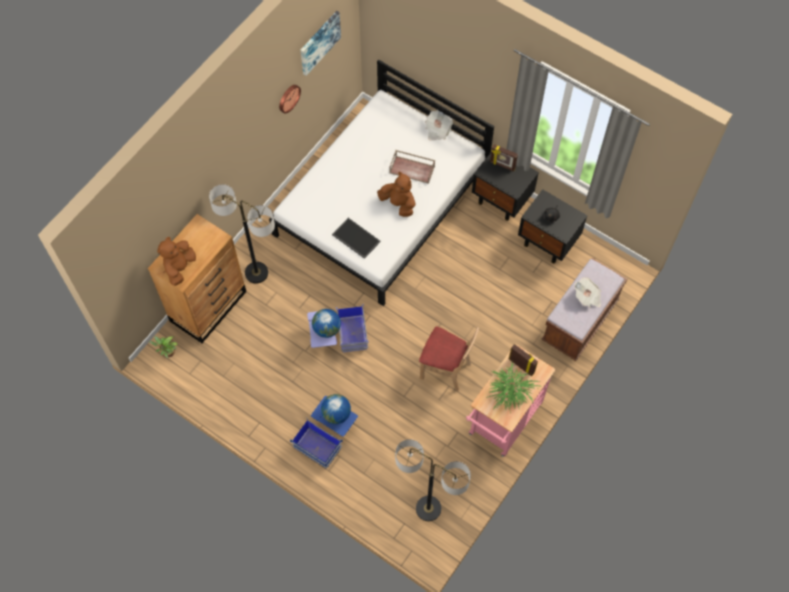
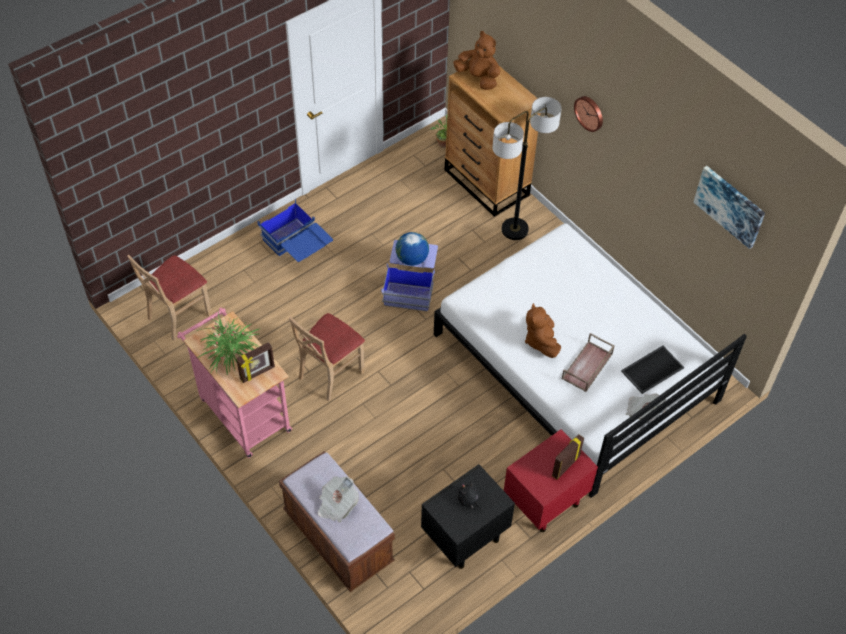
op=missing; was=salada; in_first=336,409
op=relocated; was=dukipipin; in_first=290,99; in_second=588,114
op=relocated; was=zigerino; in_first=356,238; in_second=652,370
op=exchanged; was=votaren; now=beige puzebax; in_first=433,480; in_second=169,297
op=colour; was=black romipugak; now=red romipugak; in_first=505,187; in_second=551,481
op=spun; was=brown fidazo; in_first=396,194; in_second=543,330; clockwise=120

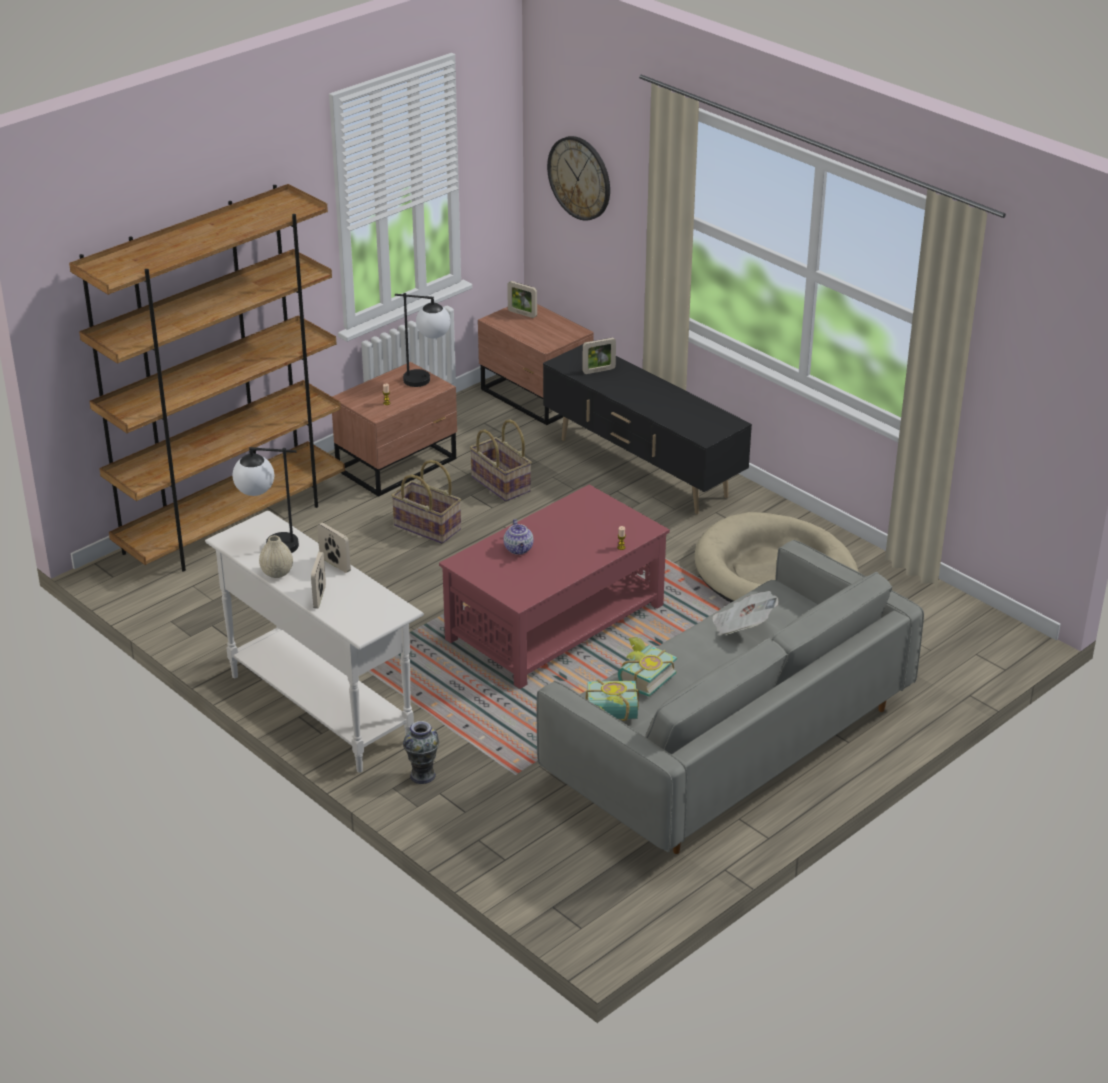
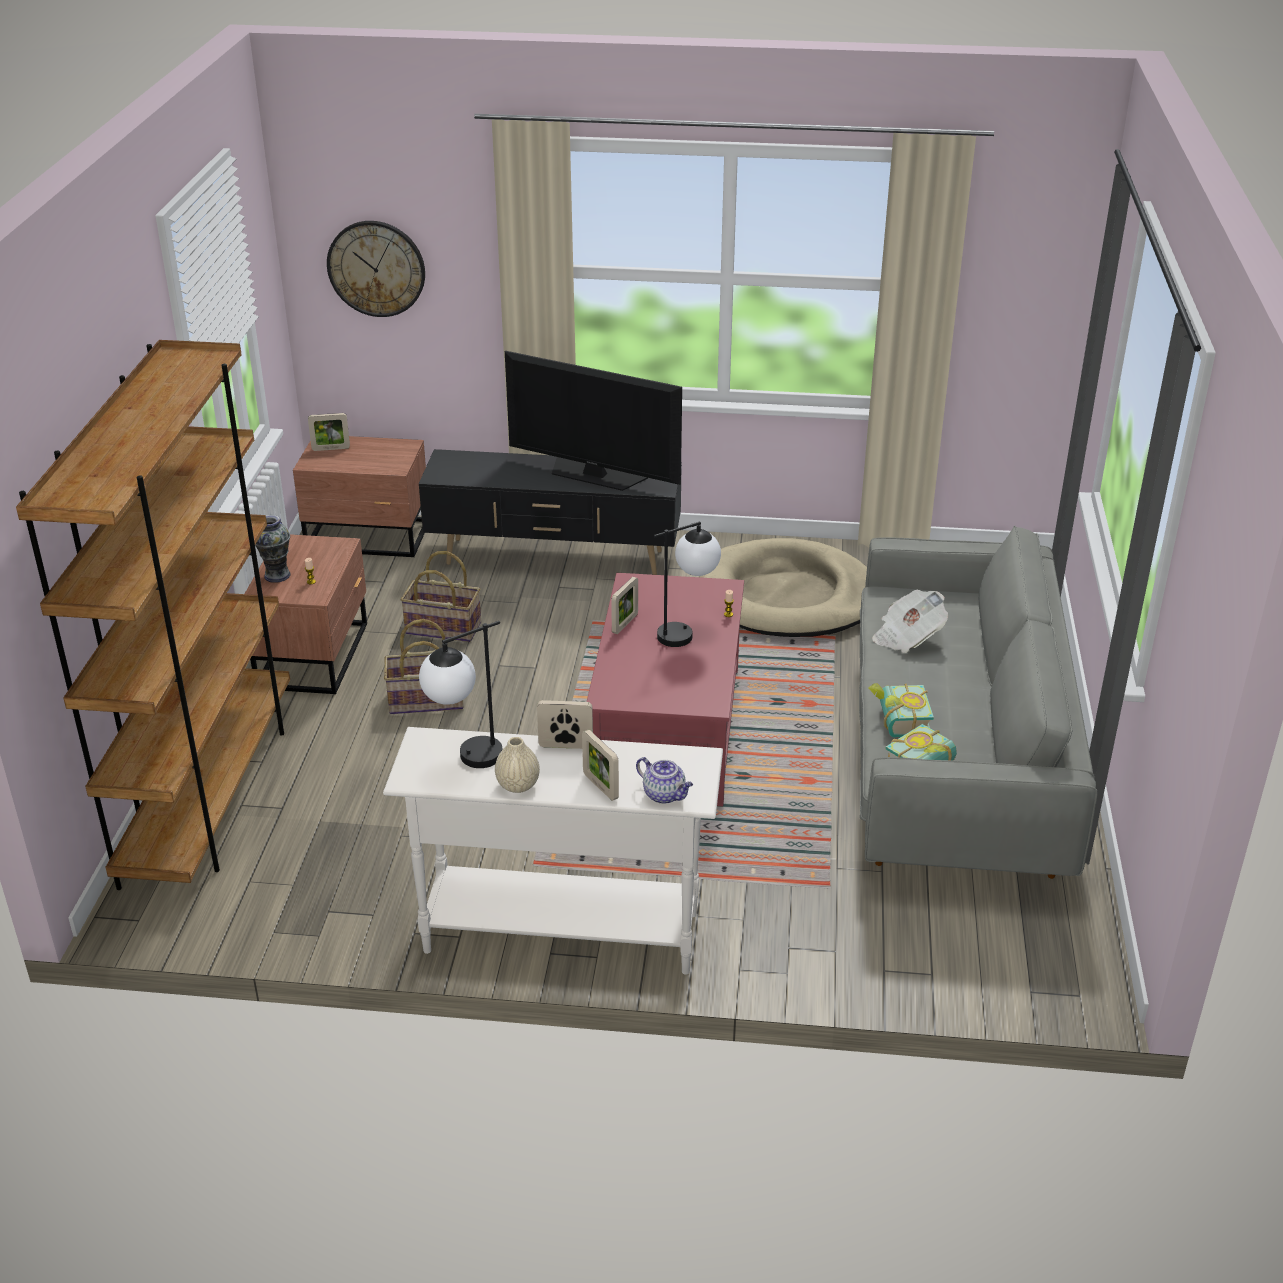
op=appeared; now=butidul; in_second=593,421
op=relocated; was=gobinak; in_first=423,340; in_second=687,584
op=relocated; was=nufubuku; in_first=421,752; in_second=273,549
op=relocated; was=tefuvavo; in_first=519,537; in_second=664,780
op=relocated; was=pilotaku; in_first=599,356; in_second=624,605

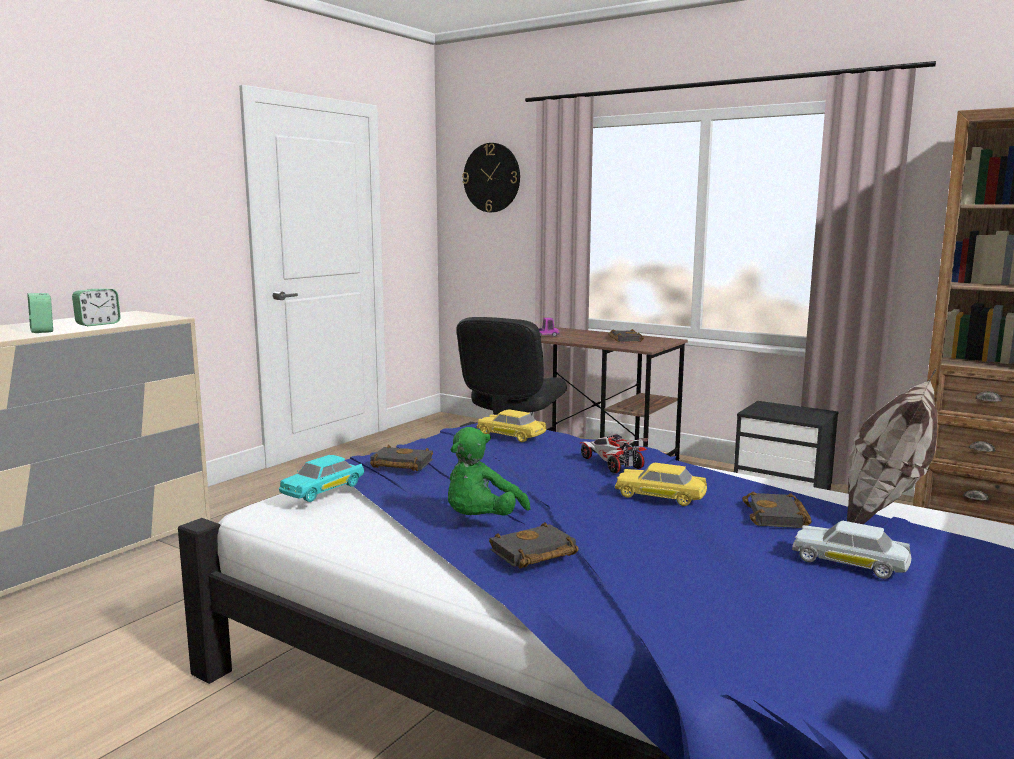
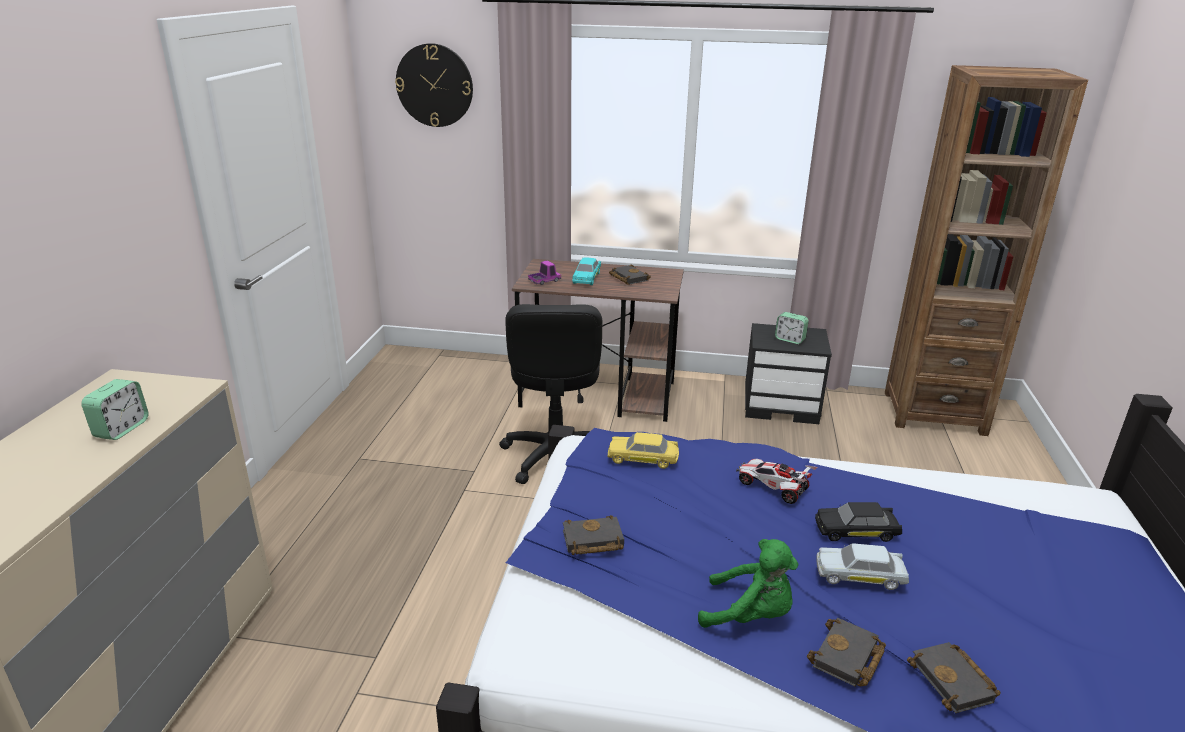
op=missing; was=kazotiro; in_first=892,446
op=relocated; was=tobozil; in_first=40,313; in_second=792,328
op=relocated; was=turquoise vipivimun; in_first=321,478; in_second=586,271
op=relocated; was=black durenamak; in_first=777,510; in_second=954,677
op=relocated; was=white vipivimun; in_first=851,550; in_second=862,566
op=colour; was=yellow vipivimun; now=black vipivimun; in_first=661,484; in_second=858,522
op=spun; was=green fidazo; in_first=489,471; in_second=748,583; clockwise=-75

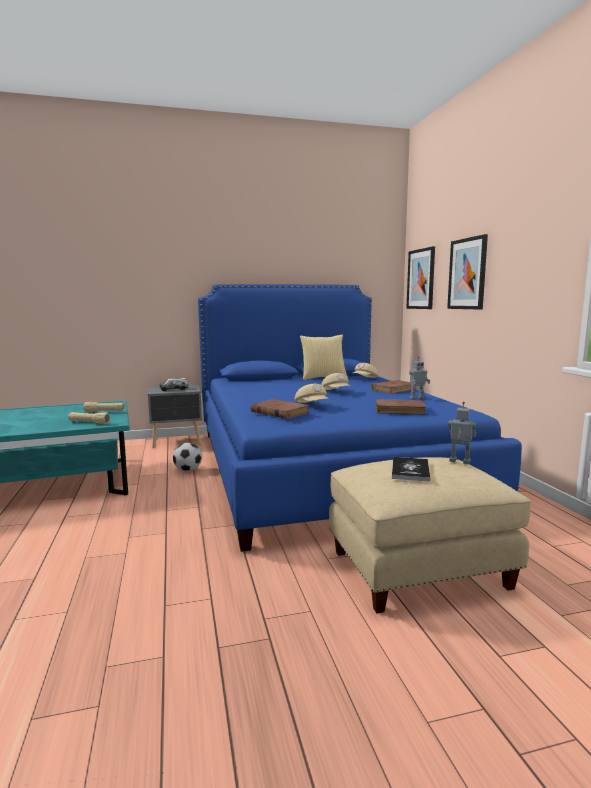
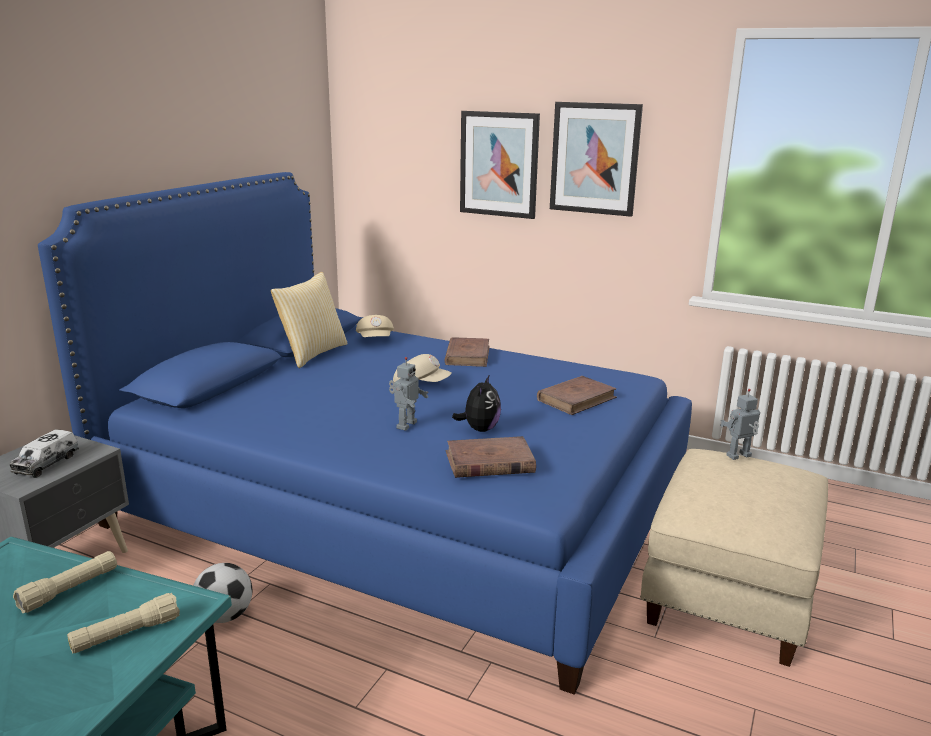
op=missing; was=durenamak; in_first=411,469
op=relocated; was=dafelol; in_first=420,277; in_second=596,159
op=relocated; was=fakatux; in_first=419,378; in_second=408,394
op=exchanged; was=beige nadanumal; now=fidazo; in_first=311,393; in_second=476,403

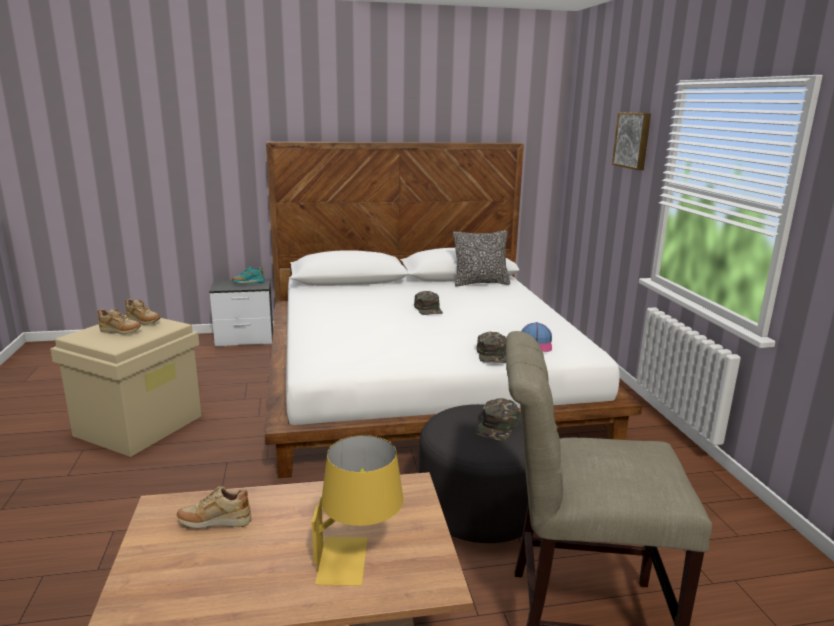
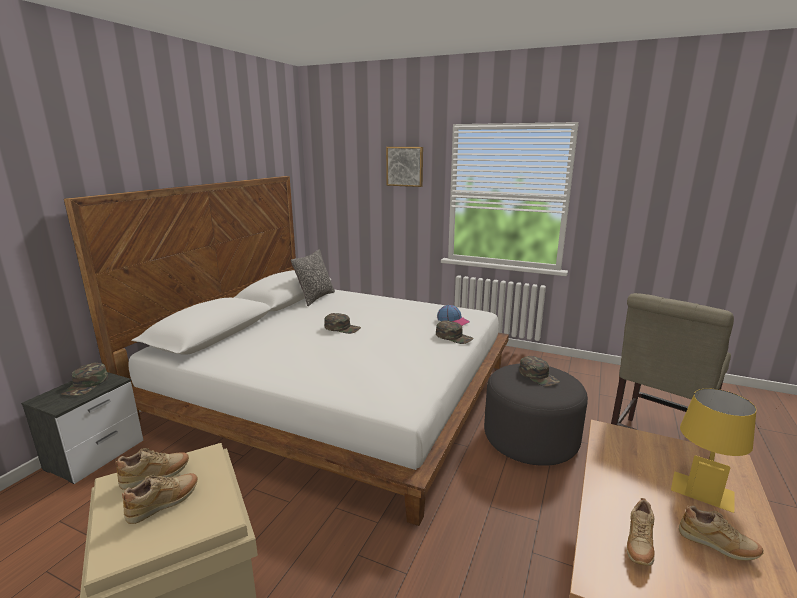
op=appeared; now=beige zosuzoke; in_second=721,533
op=exchanged; was=turquoise zosuzoke; now=green nadanumal; in_first=248,275; in_second=84,379

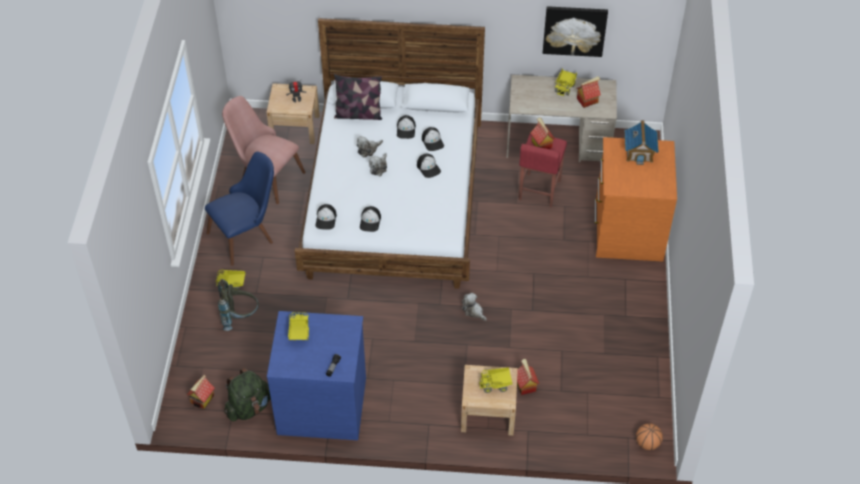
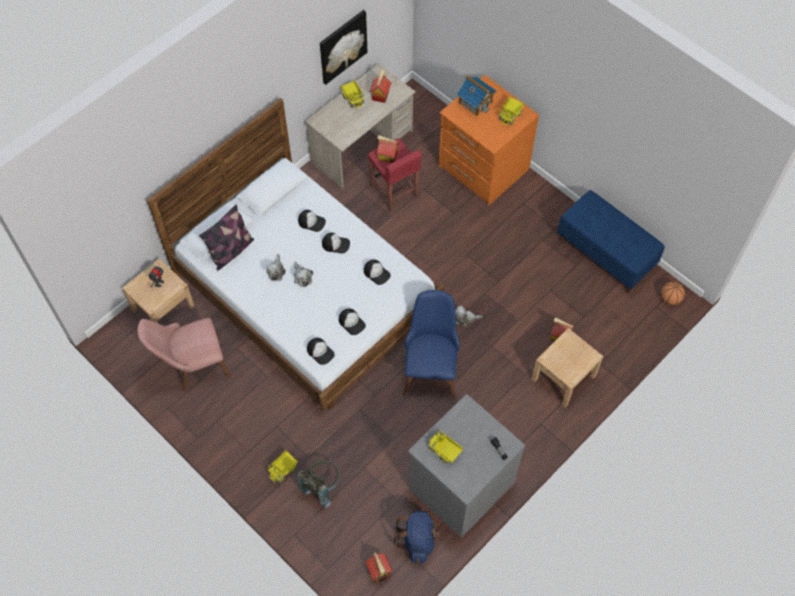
op=appeared; now=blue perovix; in_second=611,241
op=relocated; was=blue puzebax; in_first=239,209; in_second=431,344
op=relocated; was=nadanumal; in_first=406,127; in_second=377,272
op=relocated; was=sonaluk; in_first=495,380; in_second=512,110
op=colour; was=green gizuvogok; now=blue gizuvogok; in_first=248,394; in_second=417,537
op=colour; was=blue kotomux; now=grey kotomux; in_first=316,375; in_second=466,466

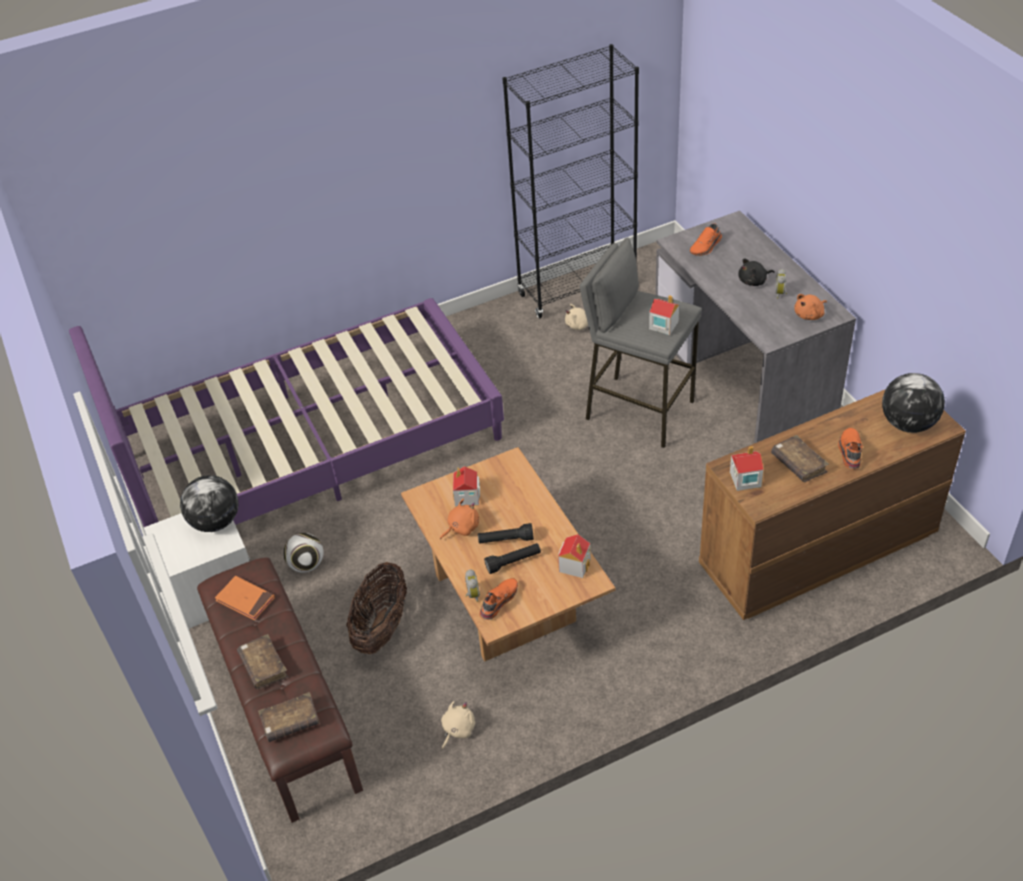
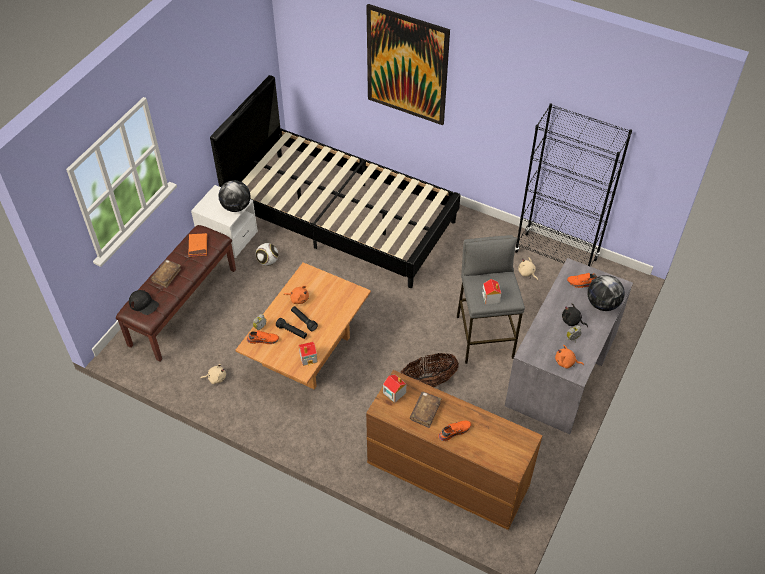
op=missing; was=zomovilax; in_first=466,486
op=appeared; now=dafelol; in_second=408,64
op=relocated; was=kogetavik; in_first=376,608; in_second=429,370
op=relocated; was=salada; in_first=913,403; in_second=606,293
op=exchanged; was=brown durenamak; now=black nadanumal; in_first=289,717; in_second=144,302
op=colour; was=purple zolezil; now=black zolezil; in_first=286,412; in_second=335,181

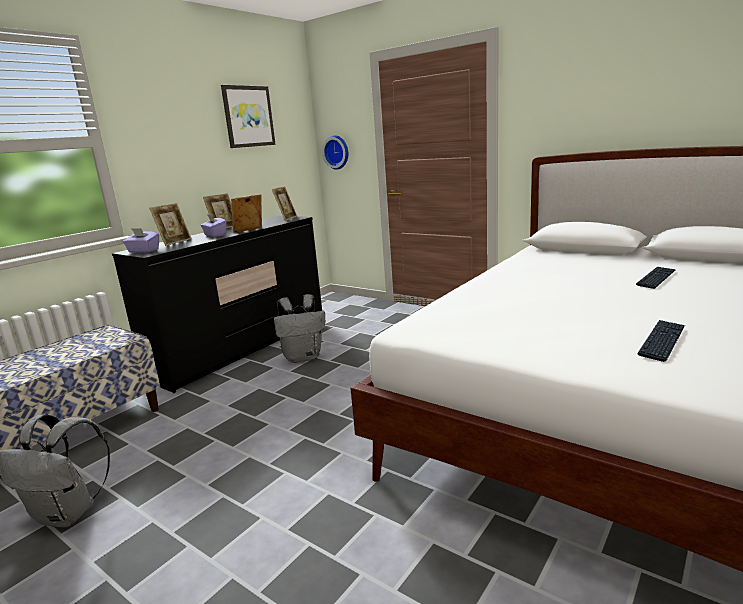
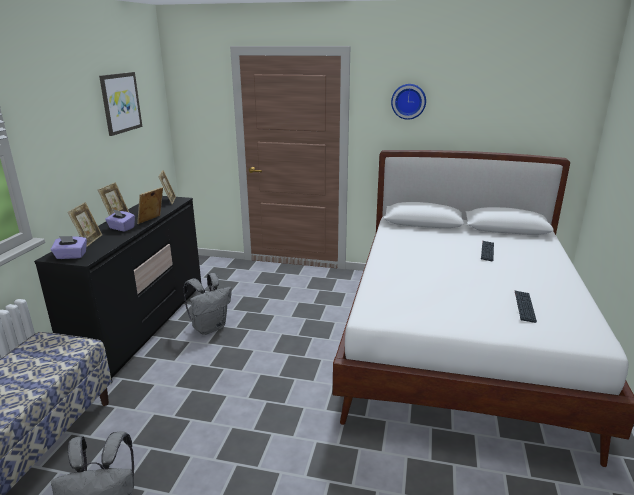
op=relocated; was=dukipipin; in_first=335,152; in_second=408,102

